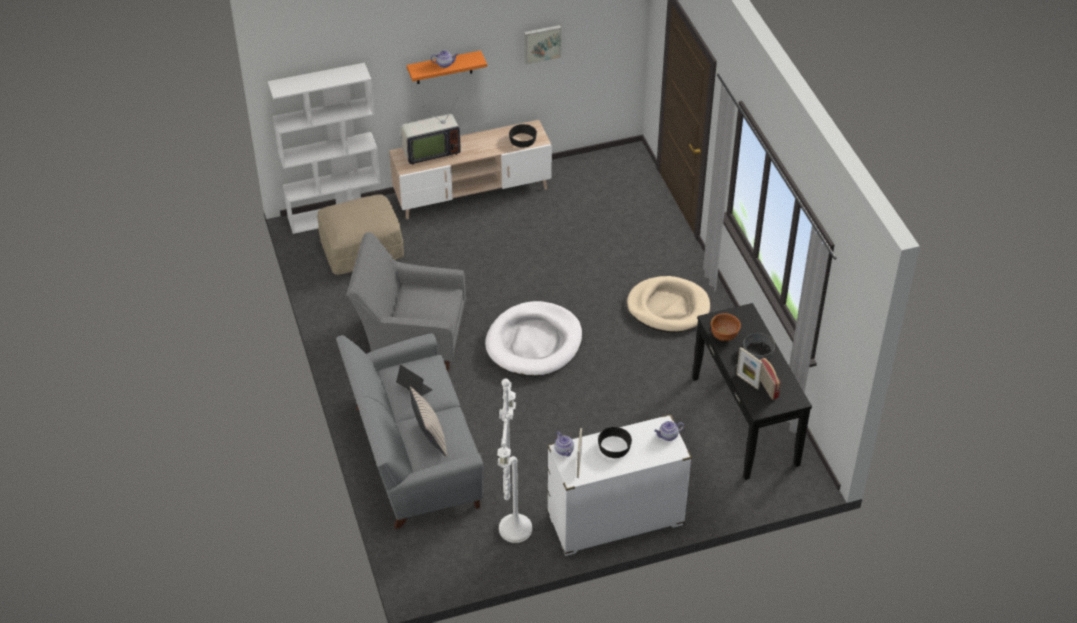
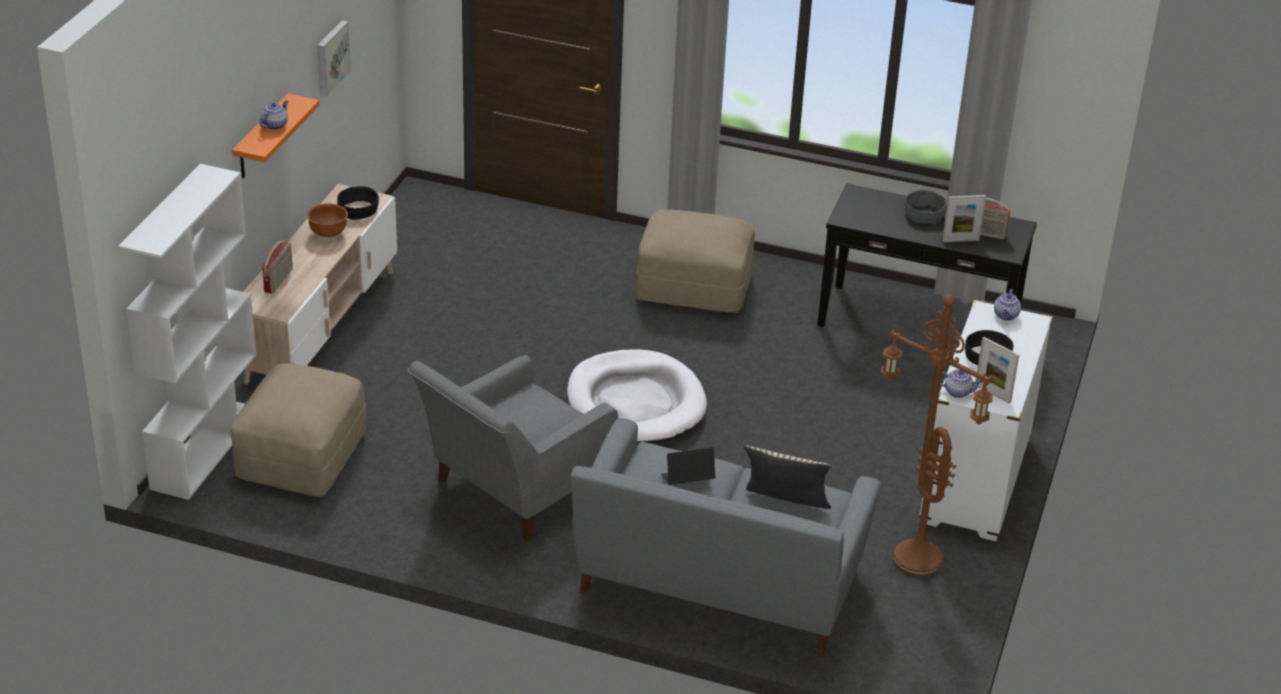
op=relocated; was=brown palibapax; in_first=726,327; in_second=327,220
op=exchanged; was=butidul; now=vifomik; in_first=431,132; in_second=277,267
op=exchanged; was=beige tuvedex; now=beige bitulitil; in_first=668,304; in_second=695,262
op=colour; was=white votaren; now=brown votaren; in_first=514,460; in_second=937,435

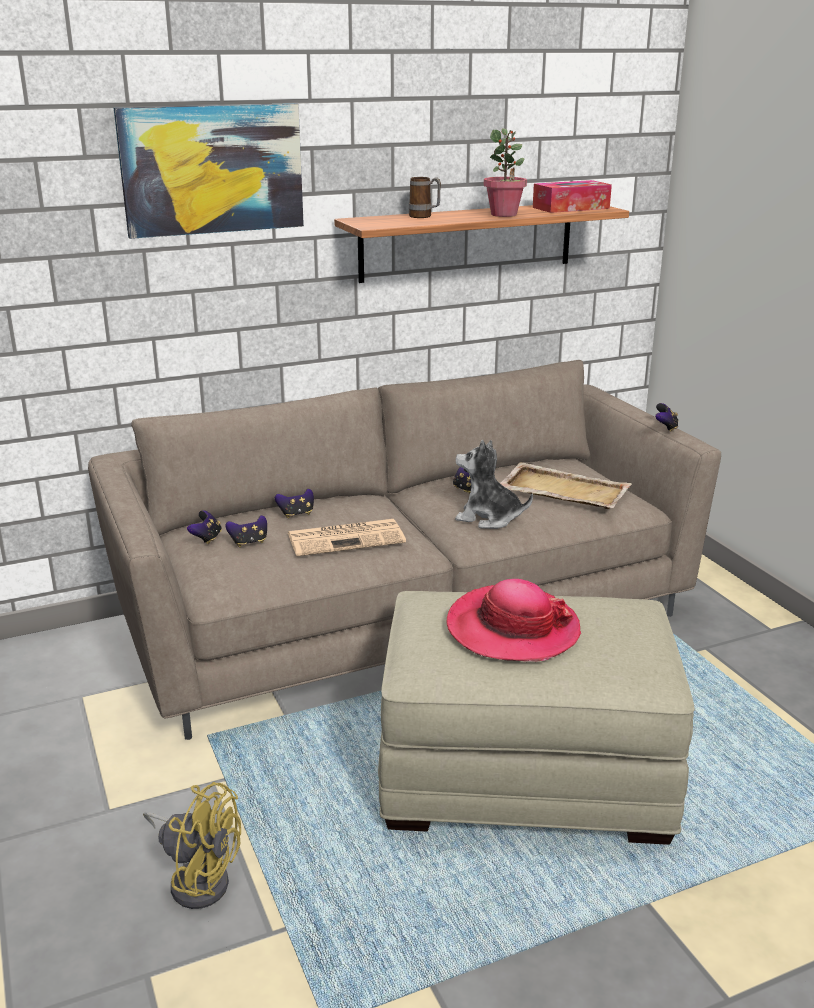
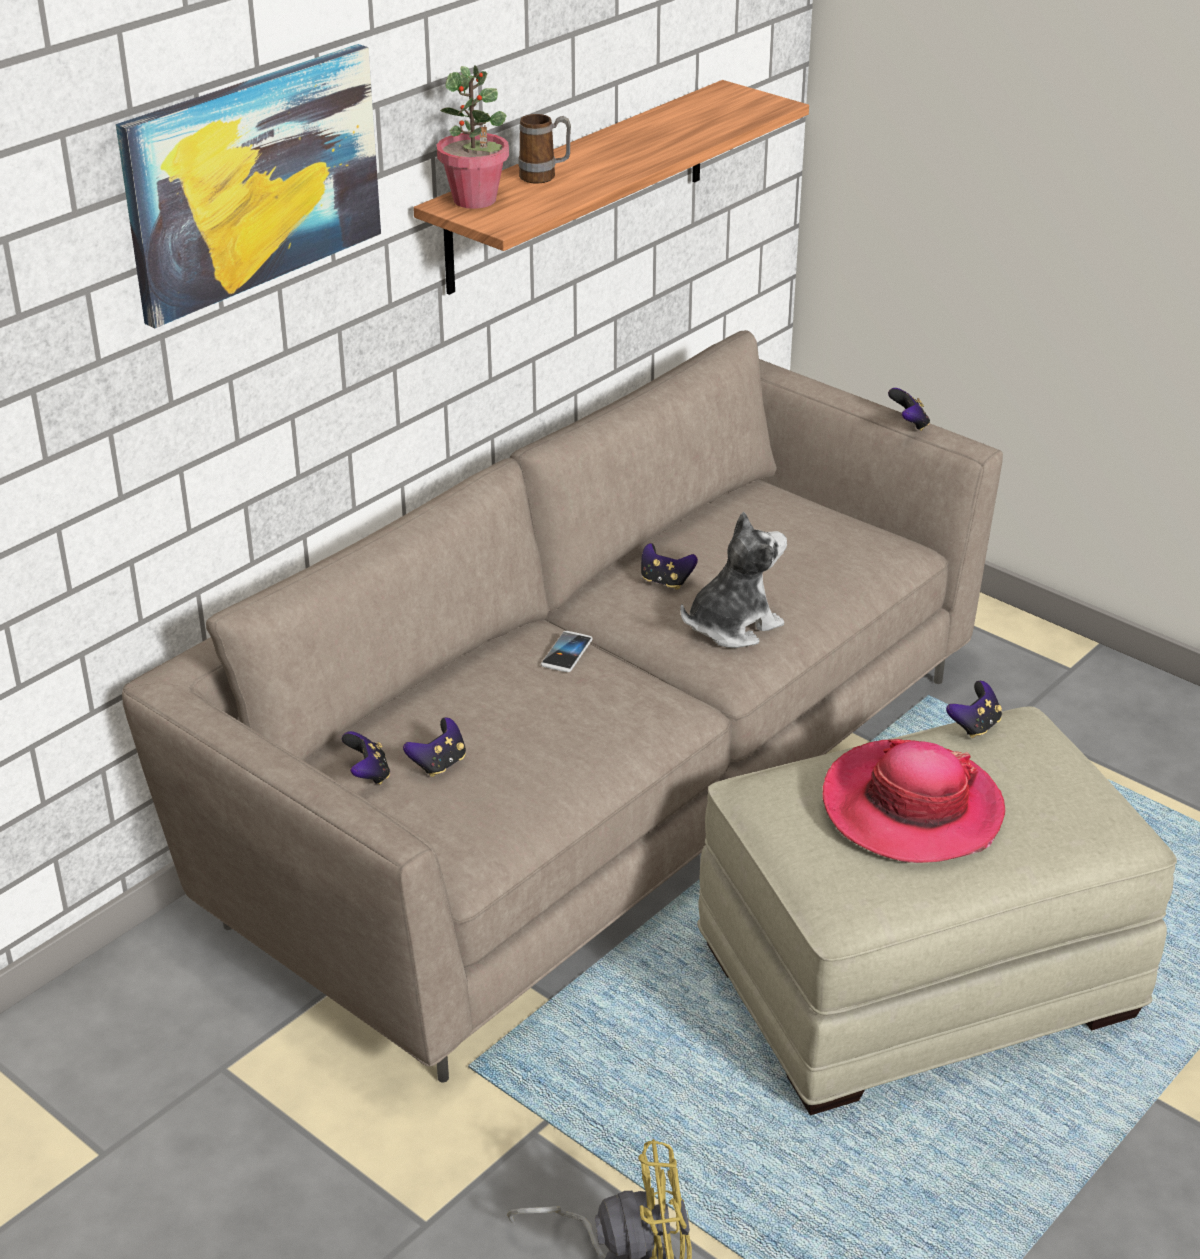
op=missing; was=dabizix; in_first=347,537
op=missing; was=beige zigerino; in_first=566,485
op=missing; was=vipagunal; in_first=572,196
op=appeared; now=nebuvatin; in_second=567,651
op=relocated; was=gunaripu; in_first=294,503; in_second=974,709
op=relocated; was=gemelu; in_first=505,172; in_second=473,137
op=spun; was=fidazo; in_first=494,484; in_second=733,580; clockwise=150

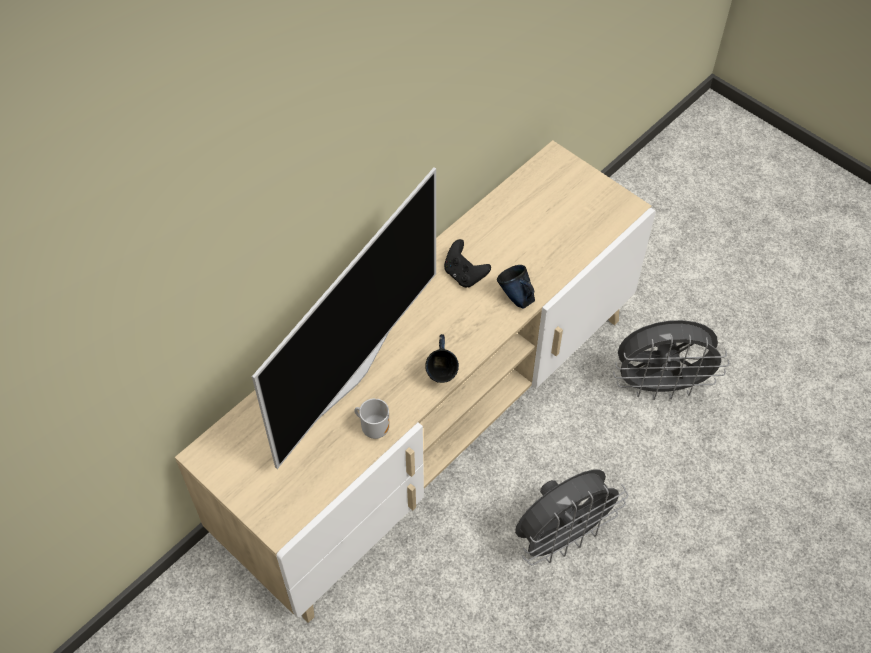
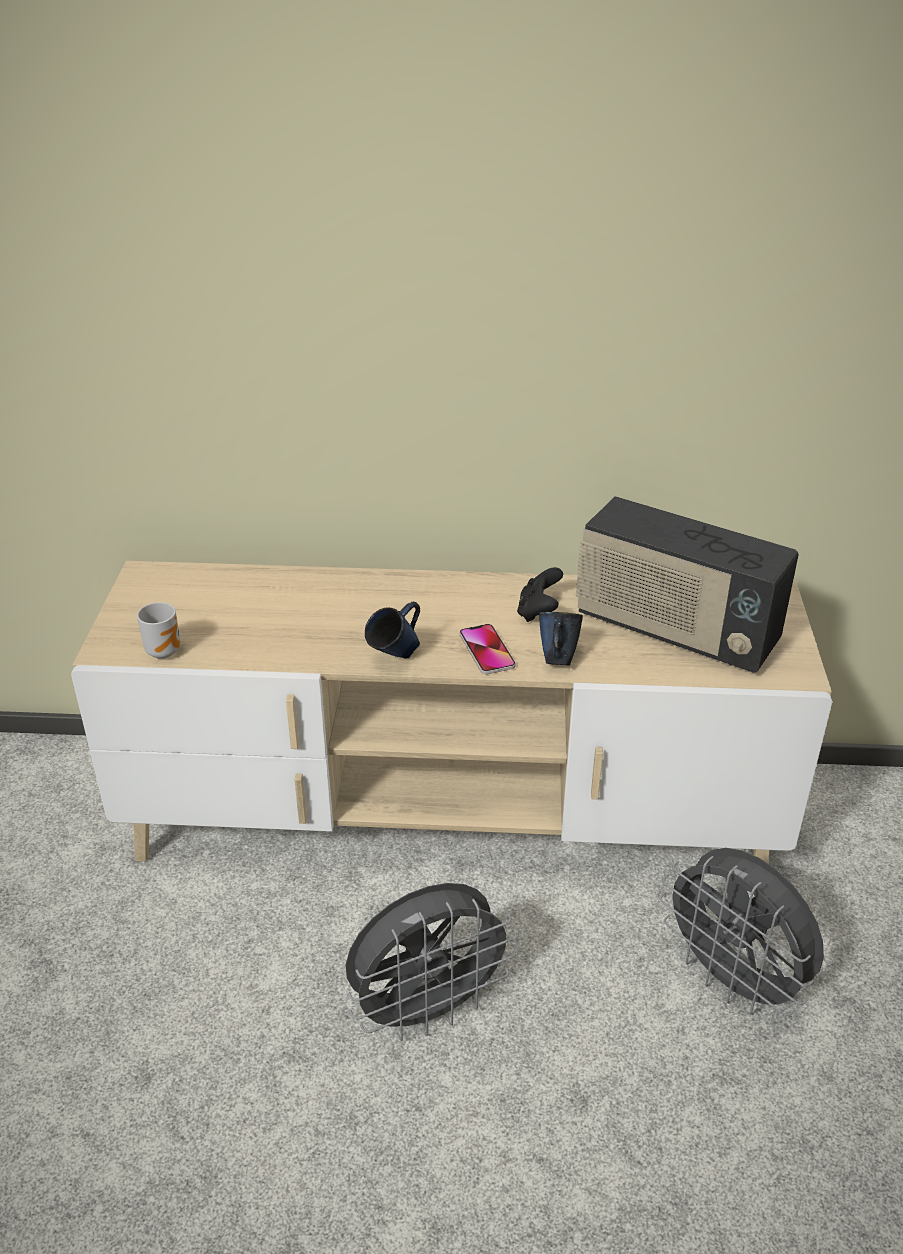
op=missing; was=butidul; in_first=344,318
op=appeared; now=nebuvatin; in_second=488,649
op=appeared; now=vifomik; in_second=687,584
op=relocated; was=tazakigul; in_first=372,418; in_second=158,630
op=spun; was=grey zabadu; in_first=571,517; in_second=432,962; clockwise=-45

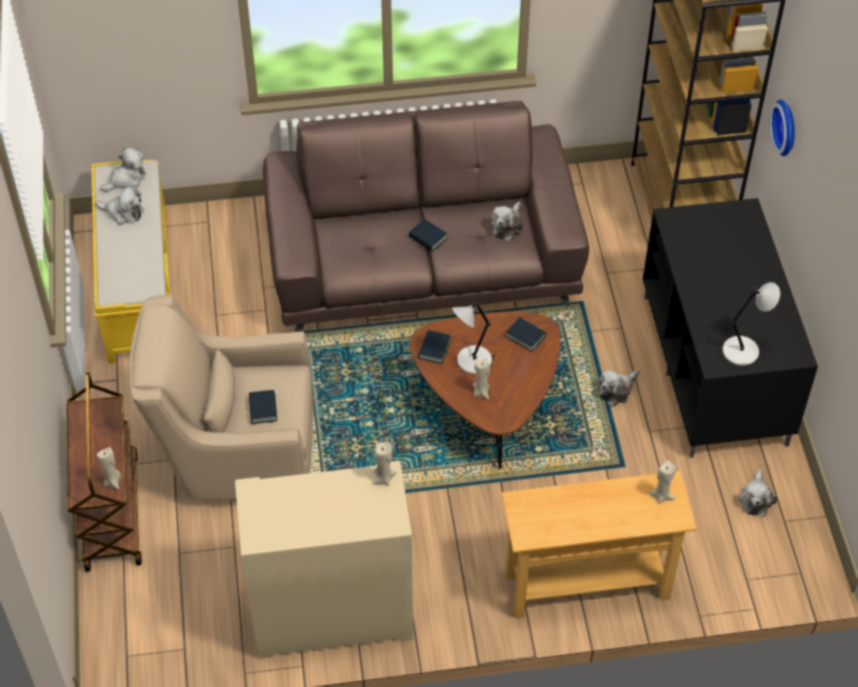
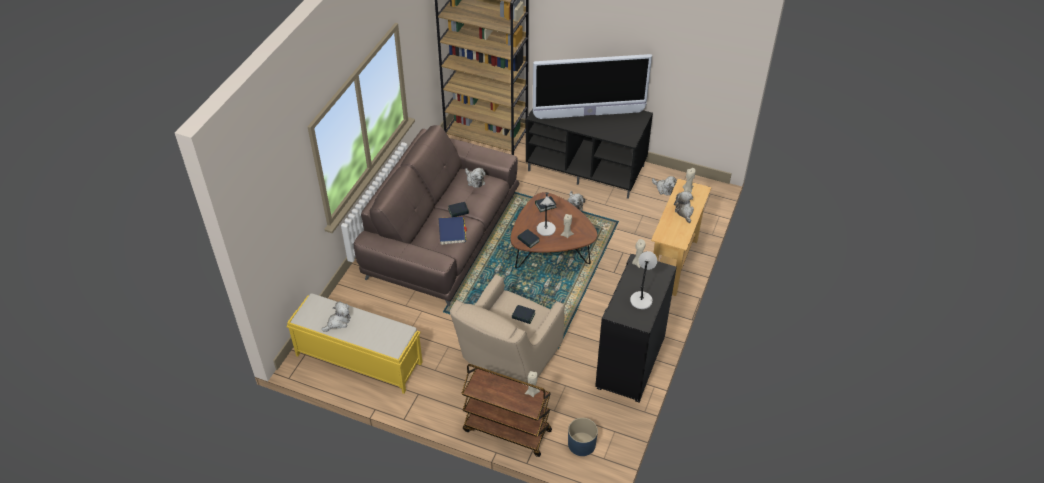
op=missing; was=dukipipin; in_first=782,128
op=appeared; now=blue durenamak; in_second=453,230
op=appeared; now=butidul; in_second=592,86
op=appeared; now=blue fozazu; in_second=583,437
op=relocated; was=fidazo; in_first=123,169; in_second=684,207
op=relocated; was=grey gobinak; in_first=751,324; in_second=643,280
op=colour; was=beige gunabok; now=black gunabok; in_first=324,560; in_second=636,328

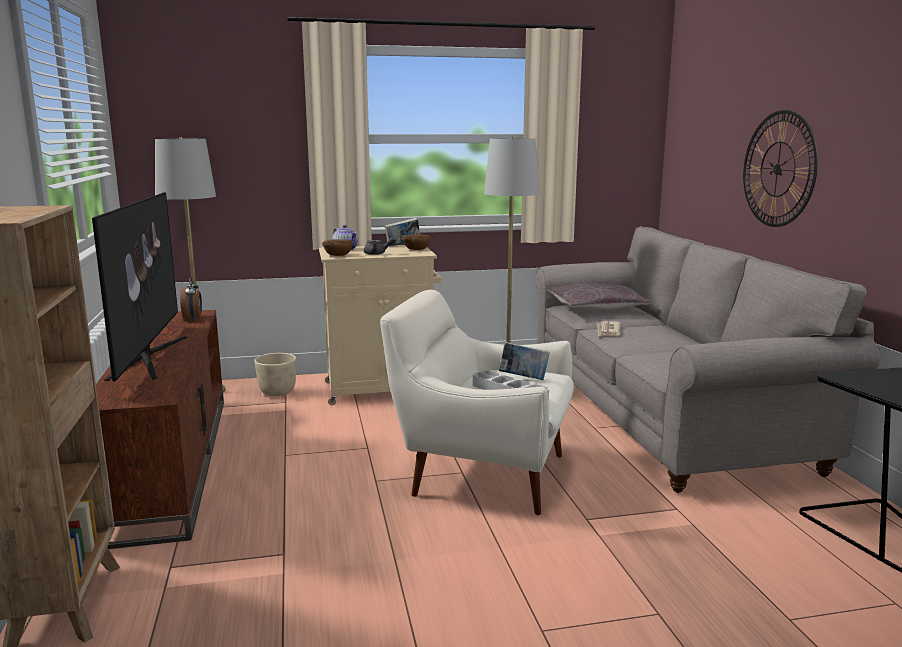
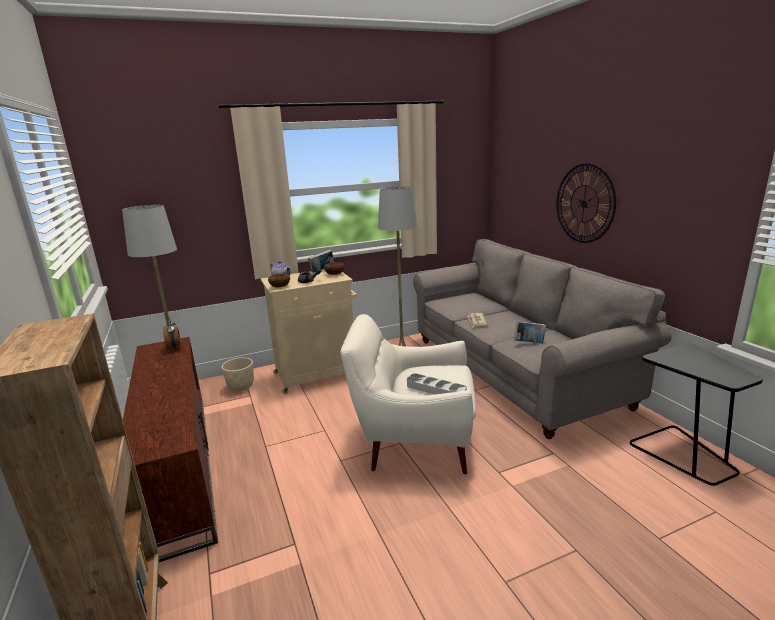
op=missing; was=butidul; in_first=139,286
op=missing; was=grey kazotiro; in_first=599,295
op=relocated; was=durenamak; in_first=524,361; in_second=530,332

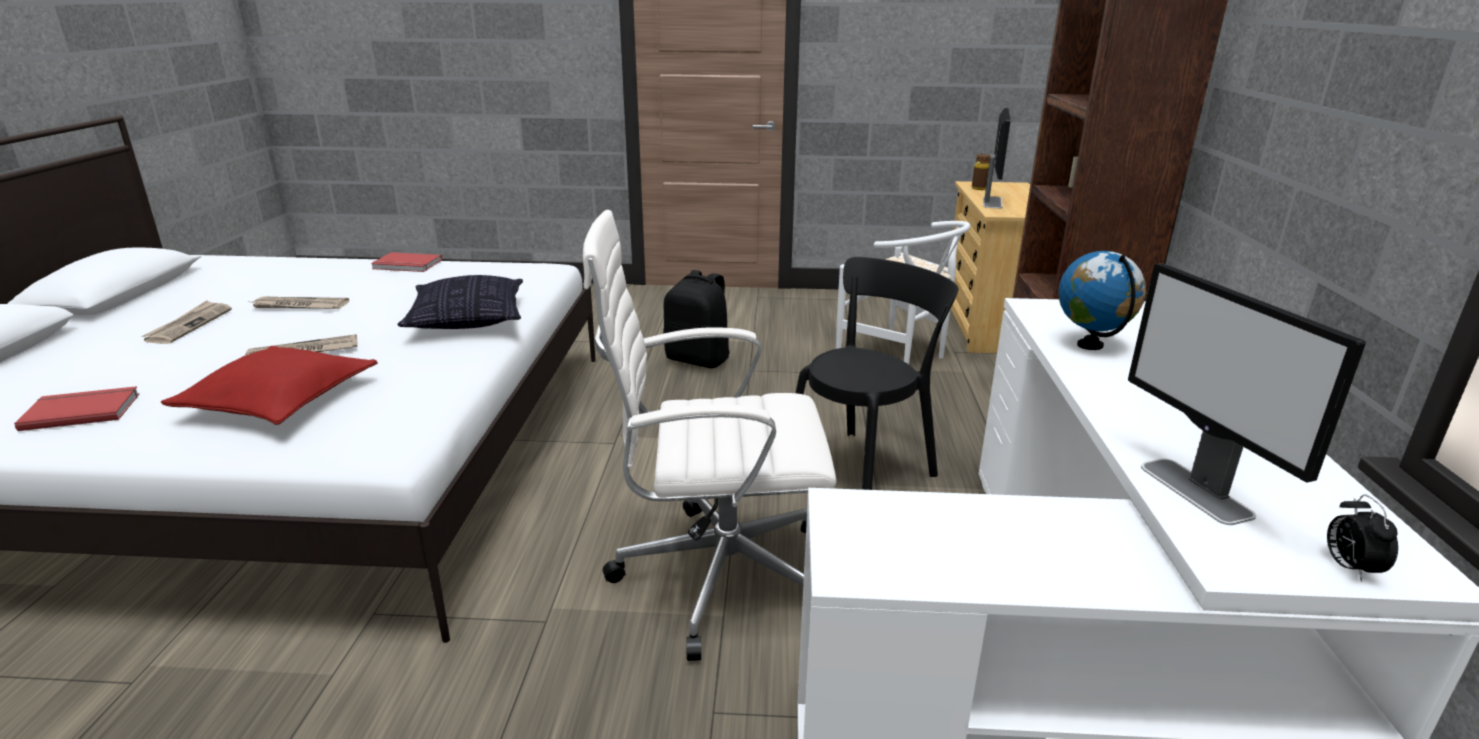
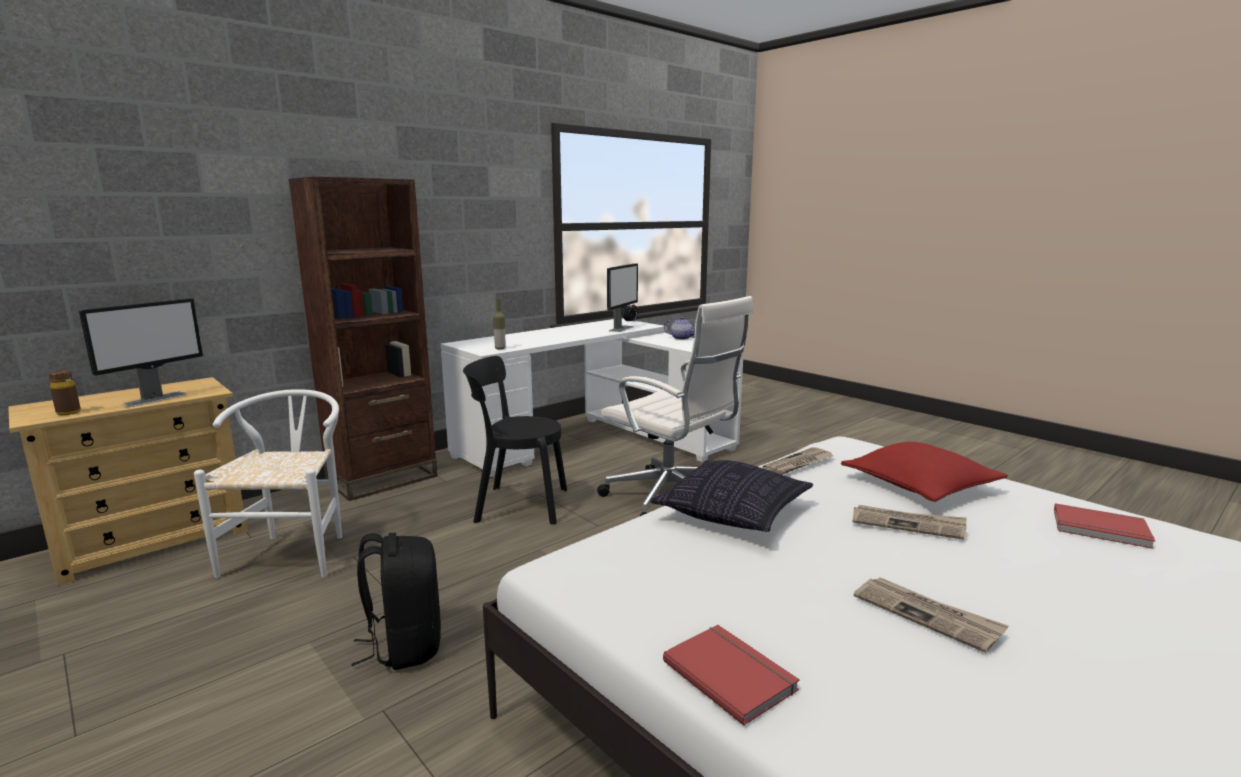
op=missing; was=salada; in_first=1102,300
op=appeared; now=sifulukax; in_second=499,324
op=appeared; now=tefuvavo; in_second=679,328
op=relocated; was=dabizix; in_first=186,322; in_second=798,461
op=spun; was=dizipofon; in_first=997,158; in_second=141,352; clockwise=150

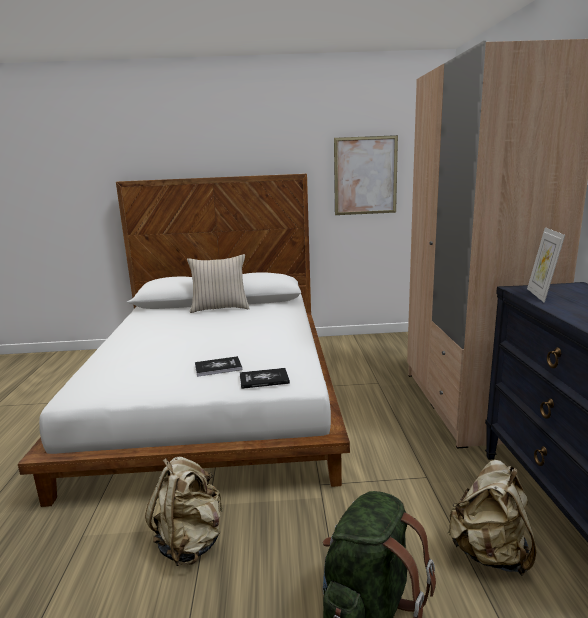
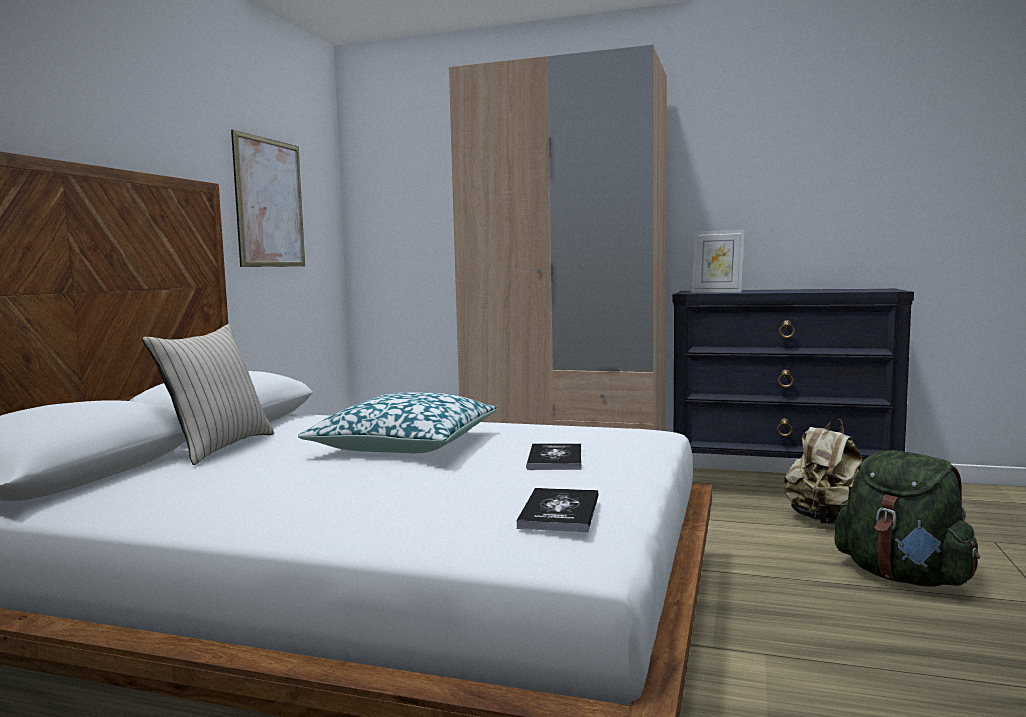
op=missing; was=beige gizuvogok; in_first=183,511
op=appeared; now=kazotiro; in_second=397,422
op=relocated; was=durenamak; in_first=264,378; in_second=557,510

